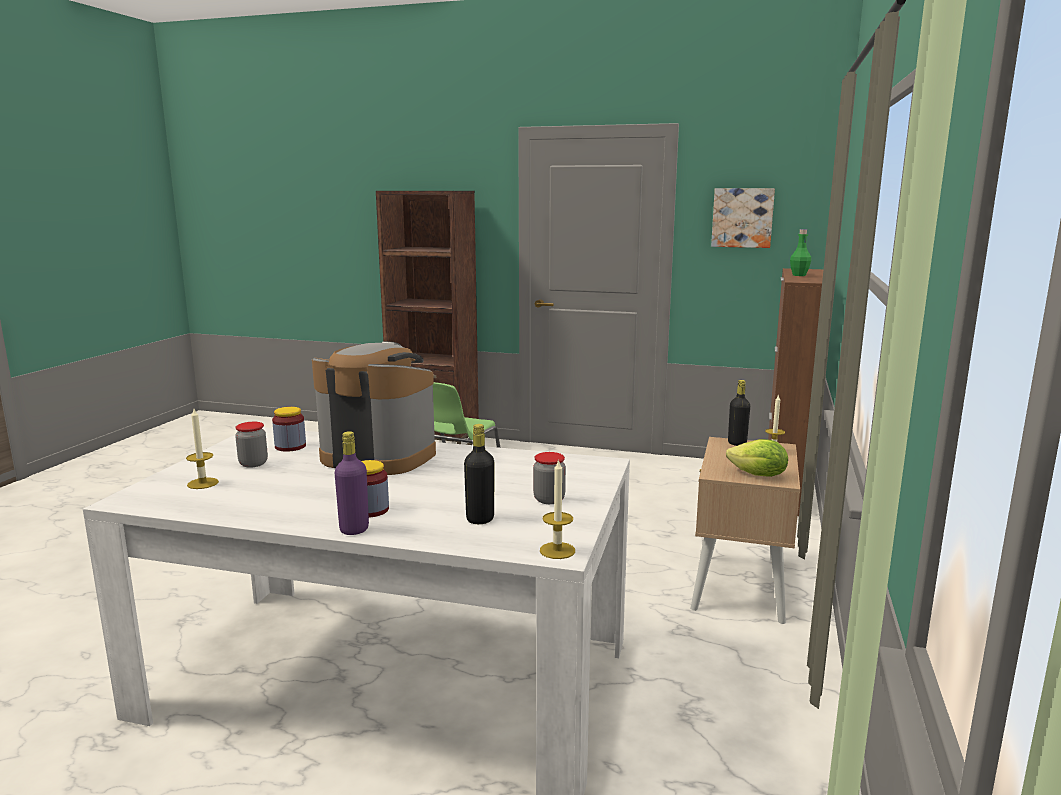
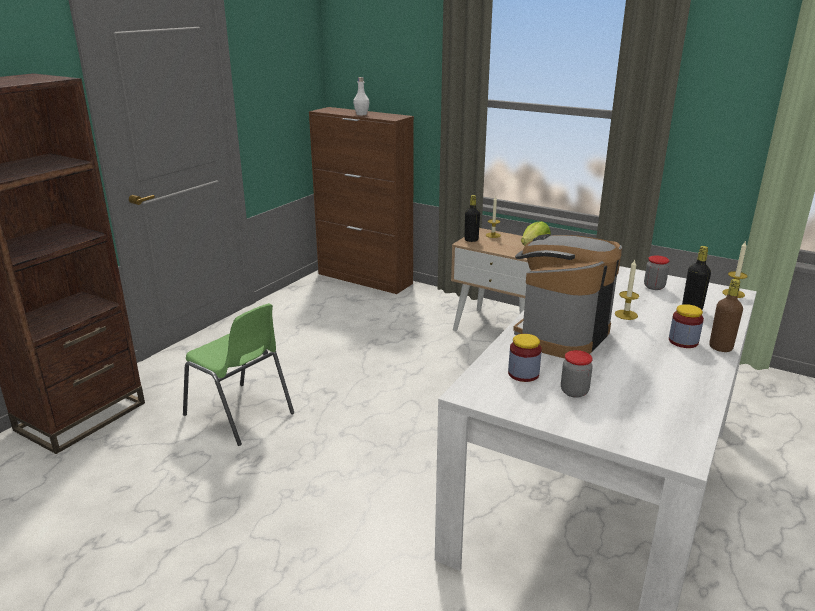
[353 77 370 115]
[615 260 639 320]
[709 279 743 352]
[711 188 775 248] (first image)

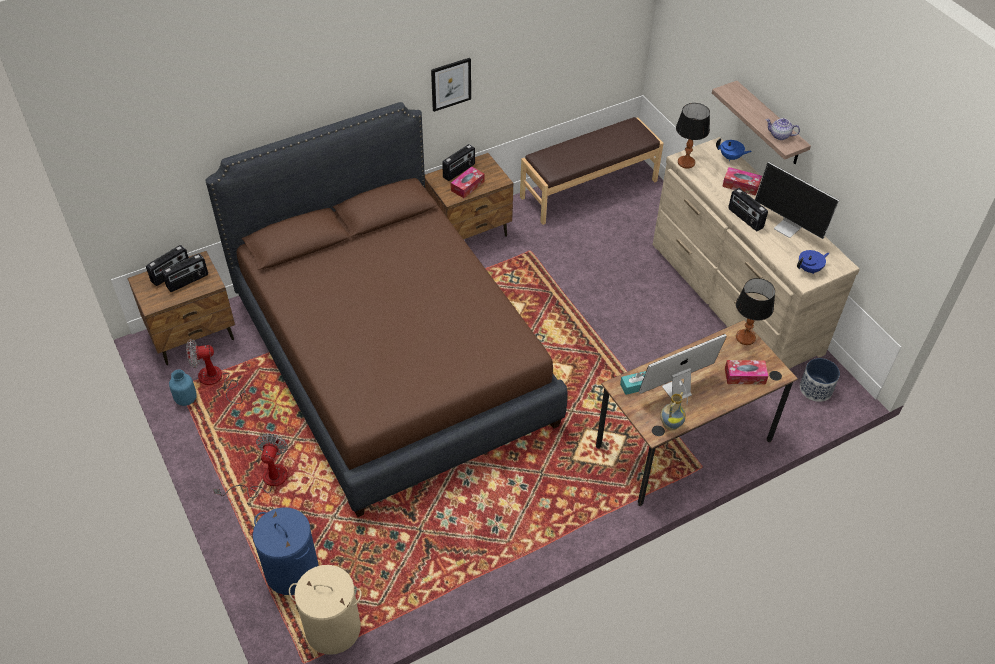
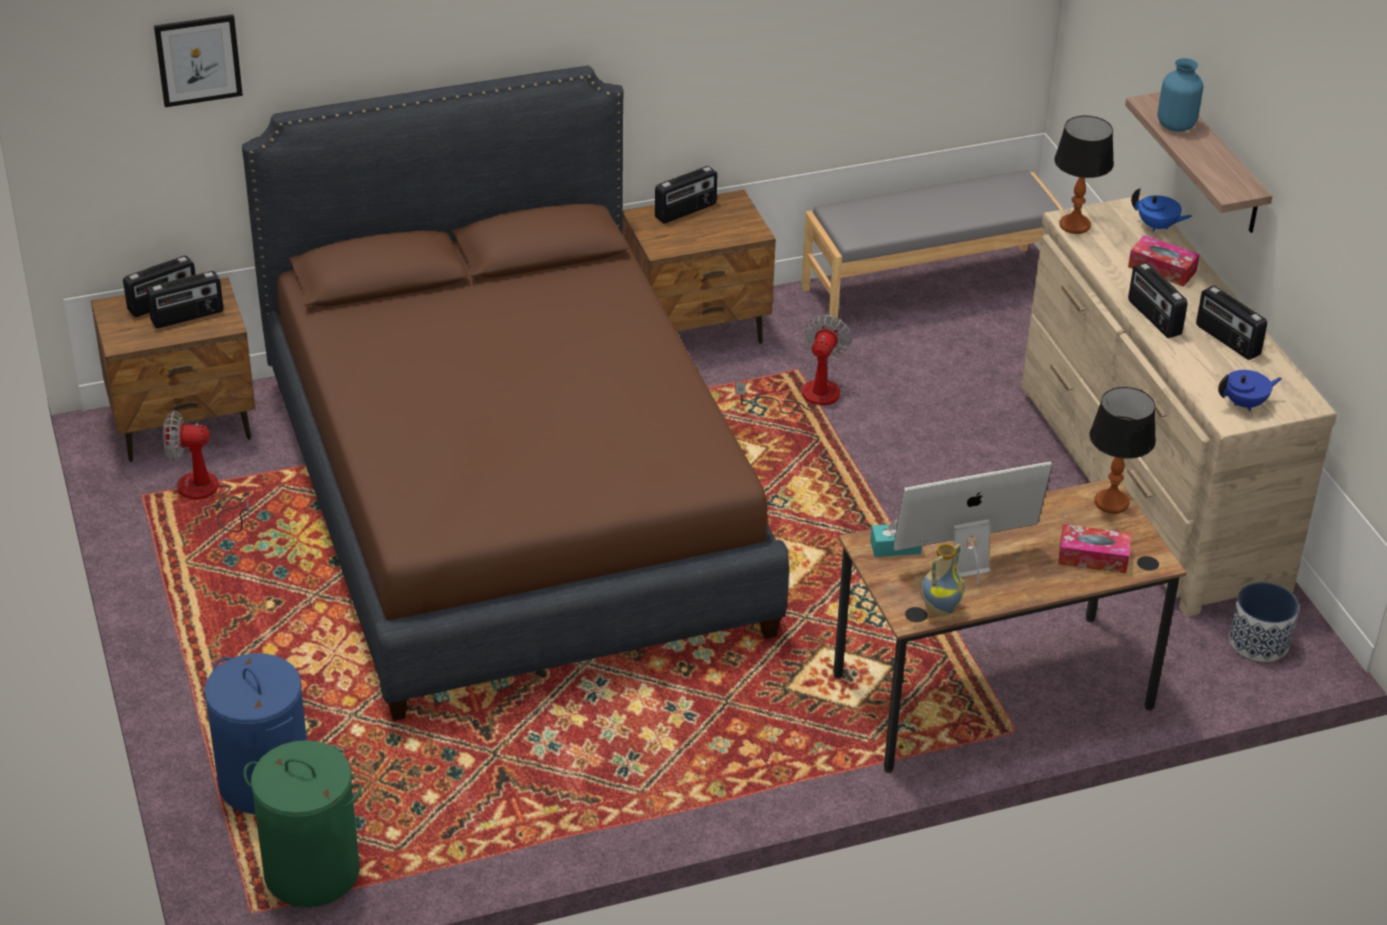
[154 14 243 107]
[244 740 362 907]
[735 315 852 414]
[801 170 1063 322]
[1158 58 1203 131]
[1196 286 1267 360]
[451 166 485 198] (first image)
[766 118 800 140] (first image)

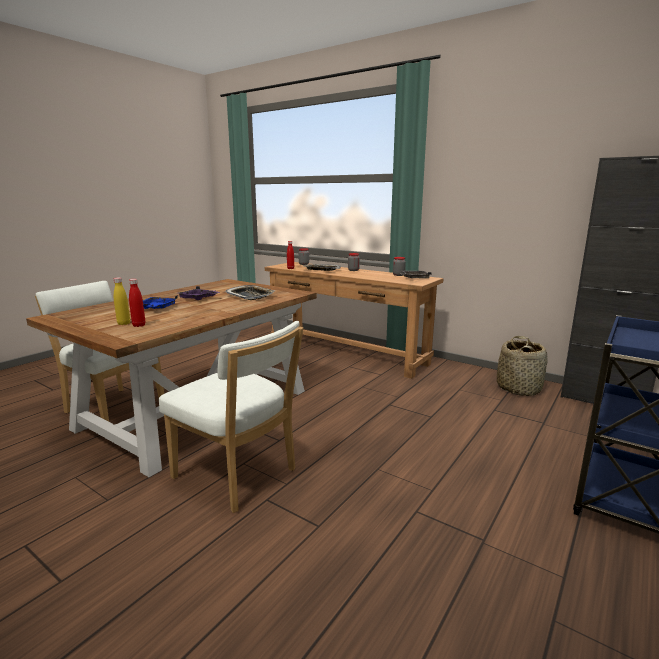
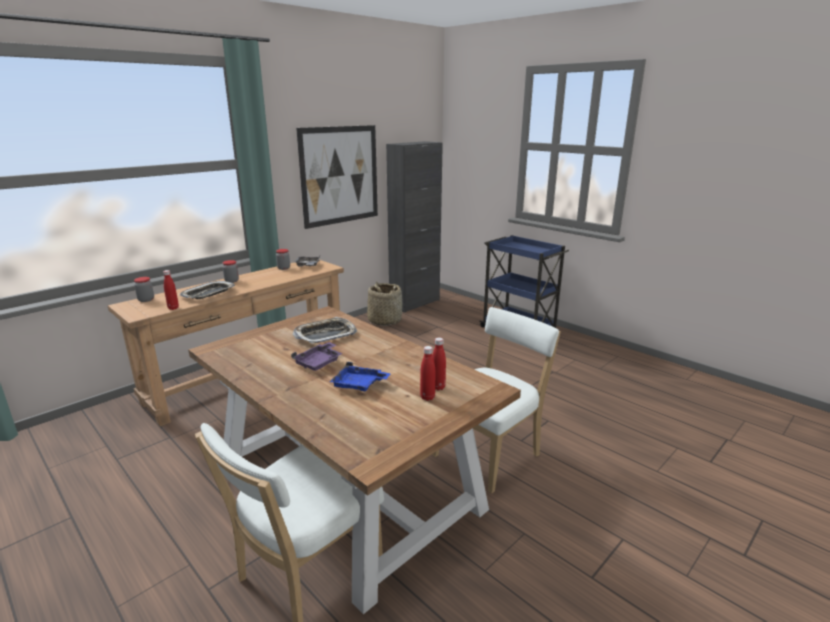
[296 125 378 229]
[420 346 435 401]

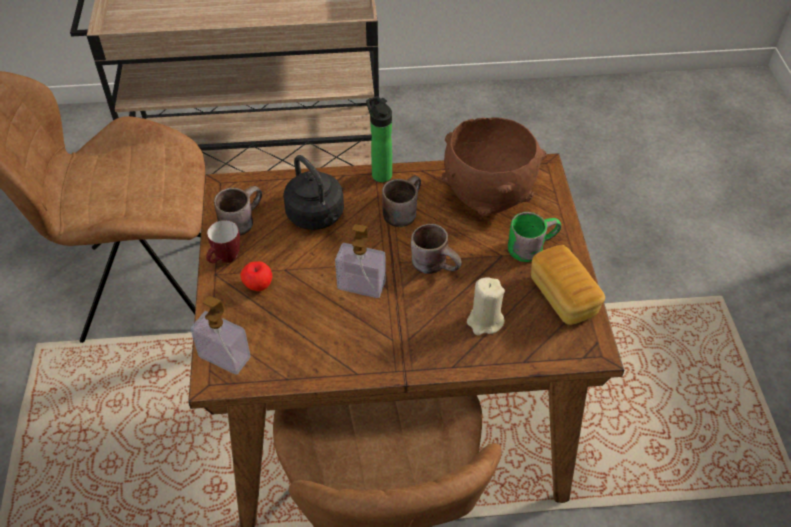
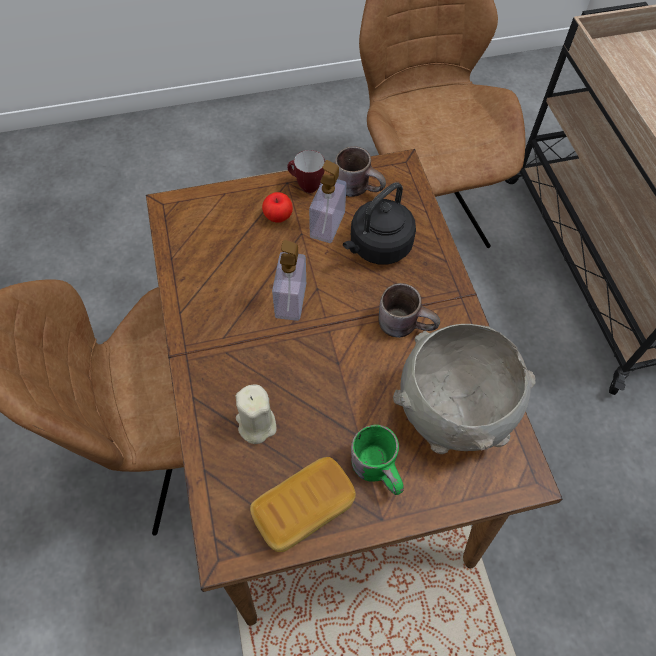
[309 160 347 243]
[393 324 536 454]
[366 96 392 182] (first image)
[411 224 462 274] (first image)

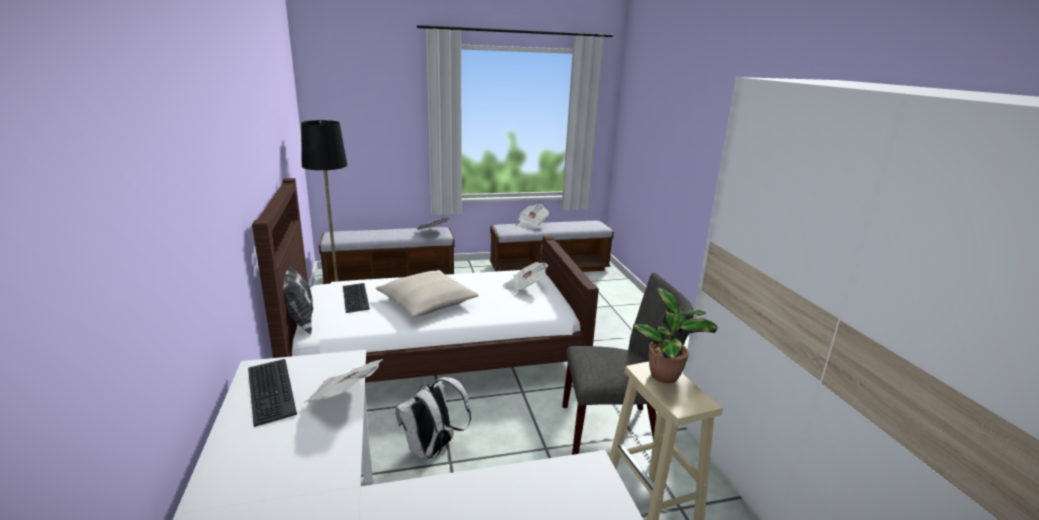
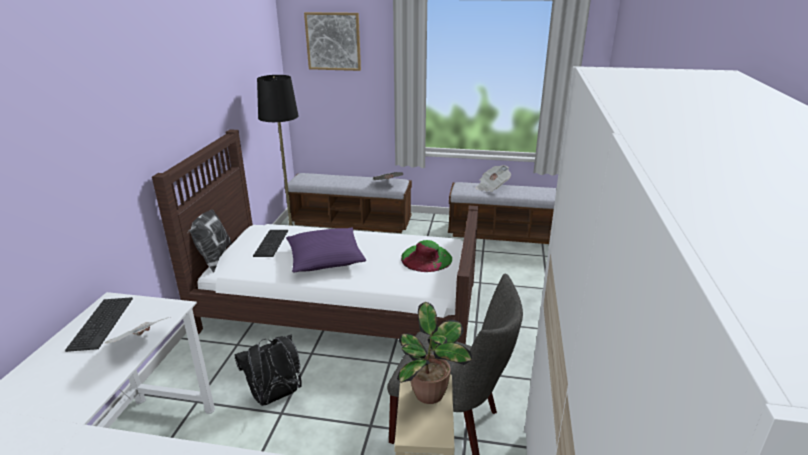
[234 335 302 406]
[286 227 366 272]
[304 12 361 71]
[401 240 452 272]

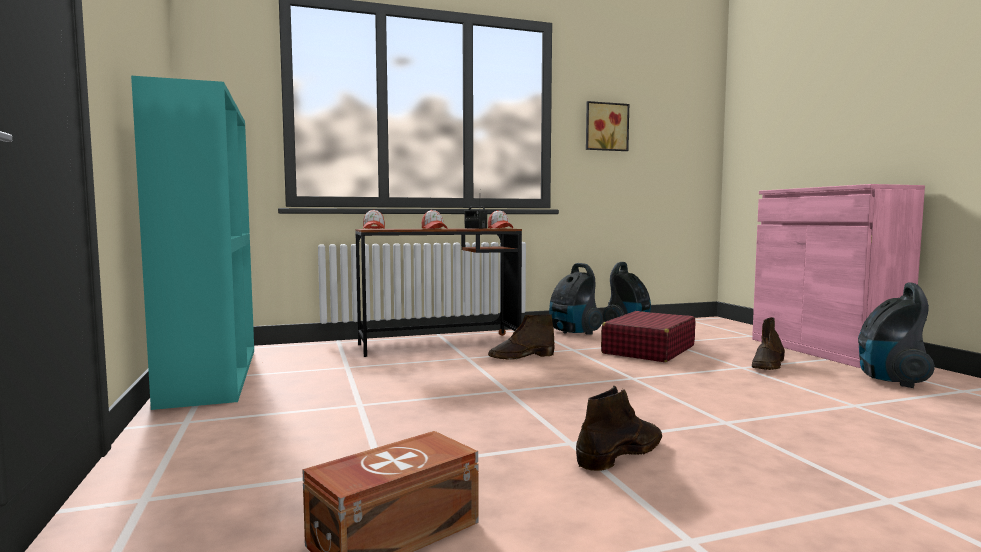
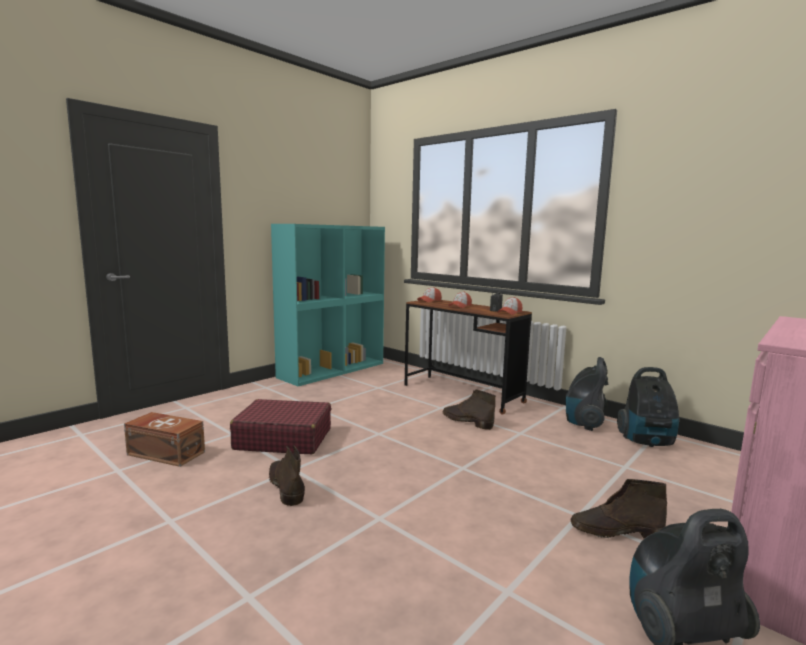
[230 399 331 454]
[268 445 305 506]
[586 101 629 151] (first image)

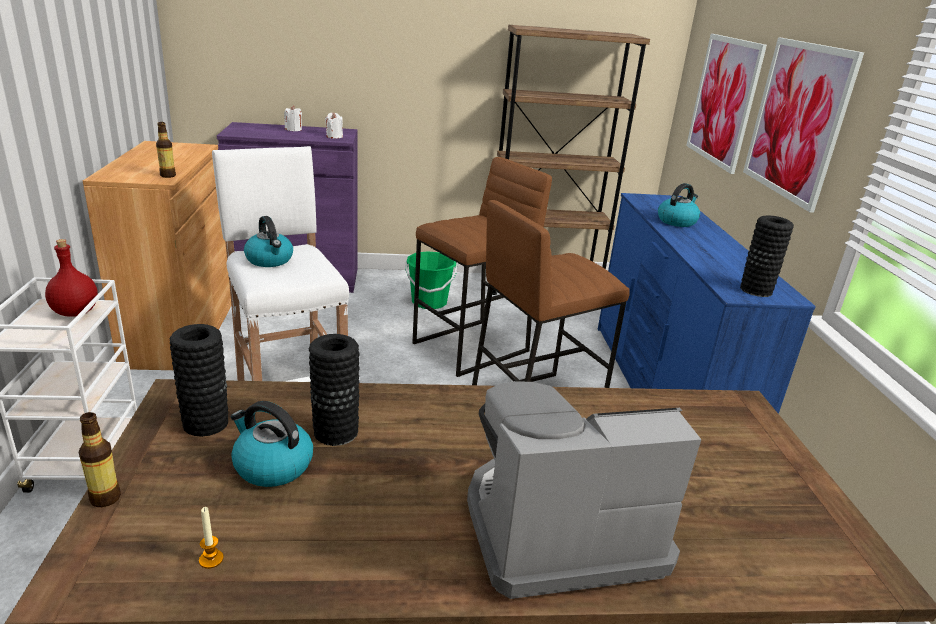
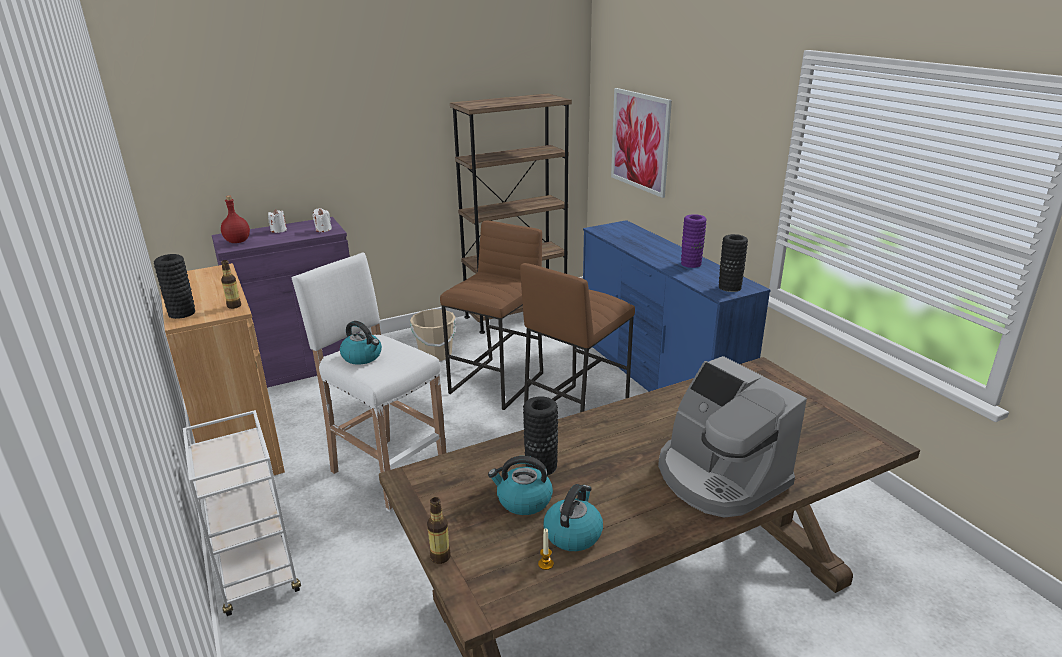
[154 254 195 319]
[221 195 250 243]
[410 309 457 361]
[543 484 603 551]
[658 356 807 517]
[681 214 707 268]
[743 37 864 213] (first image)

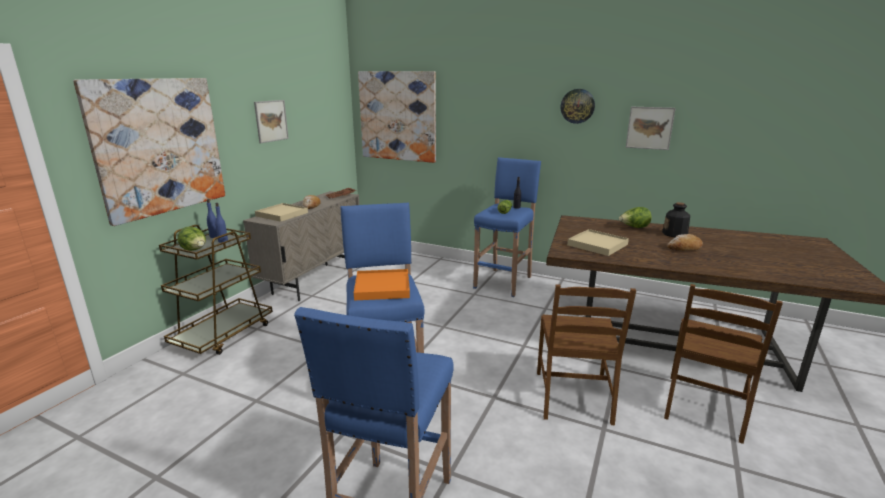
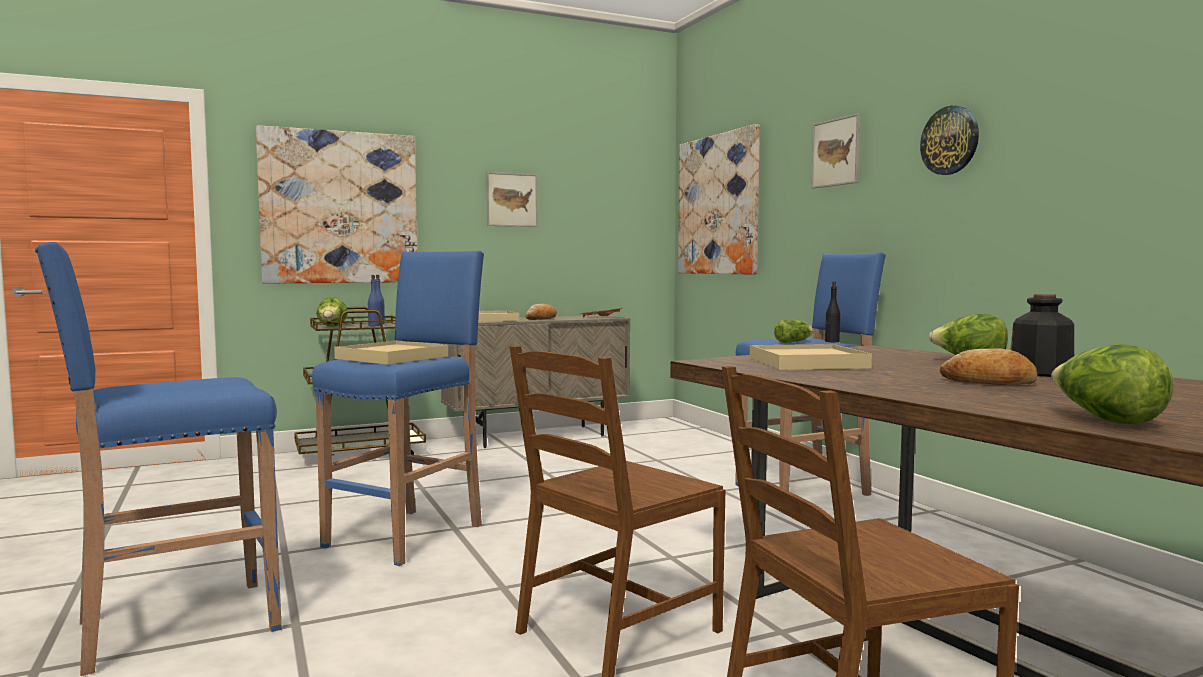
[334 341 448 365]
[811 113 860 189]
[1051 344 1173 425]

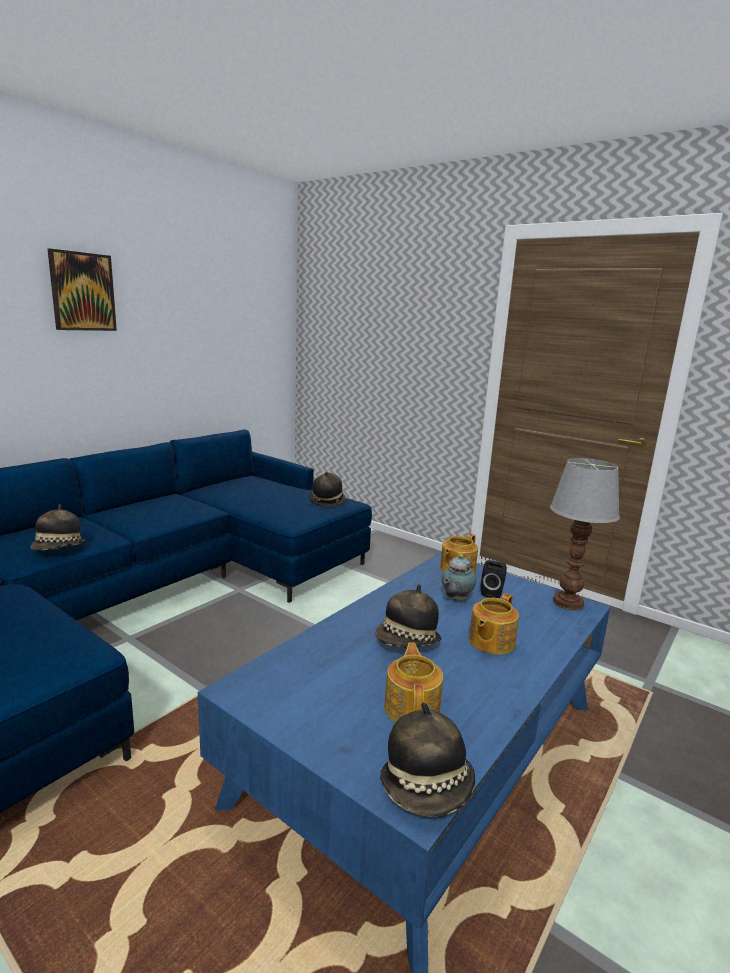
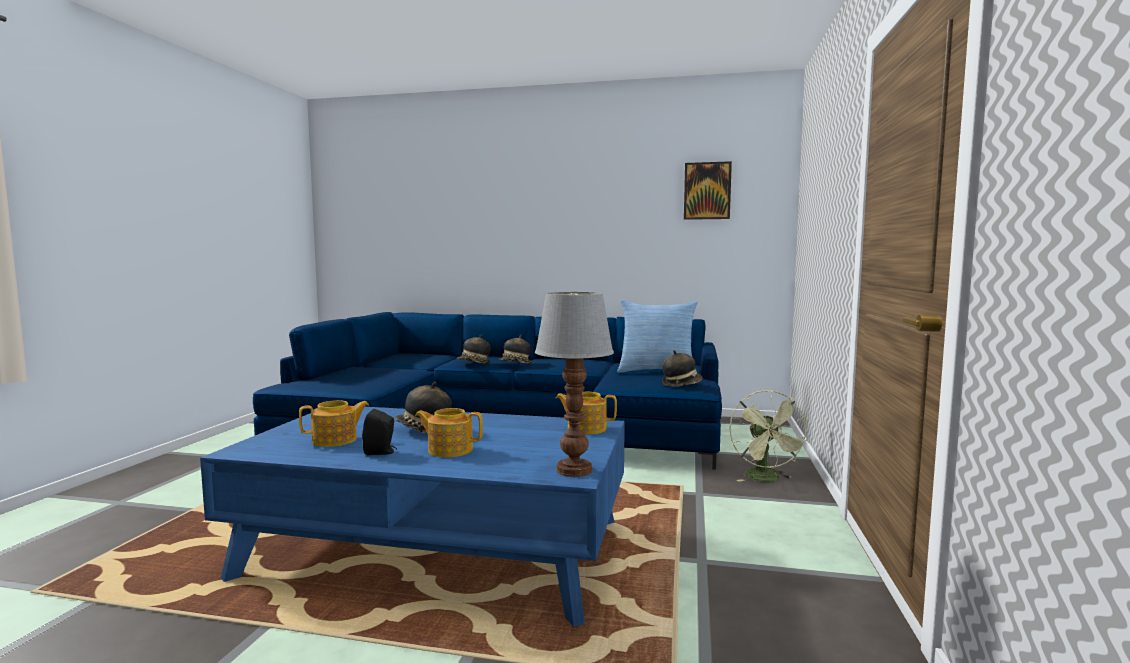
[362 409 397 455]
[499 335 532 364]
[617 300 698 373]
[684 161 732 220]
[729 390 809 482]
[441 554 476 601] (first image)

